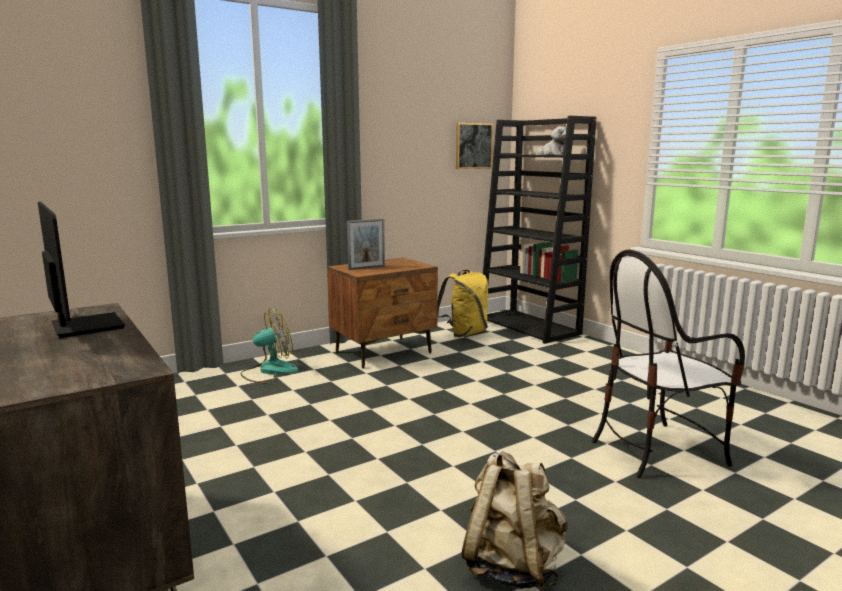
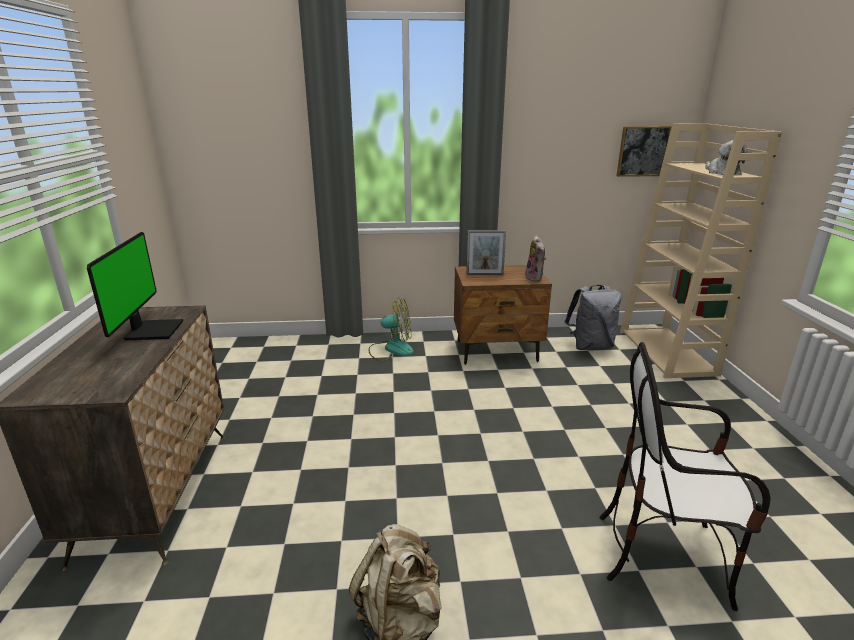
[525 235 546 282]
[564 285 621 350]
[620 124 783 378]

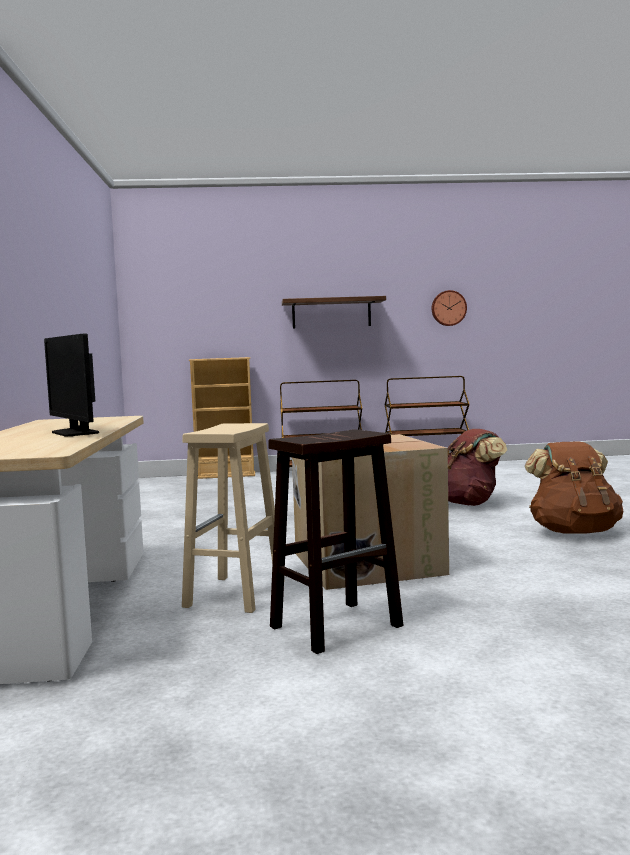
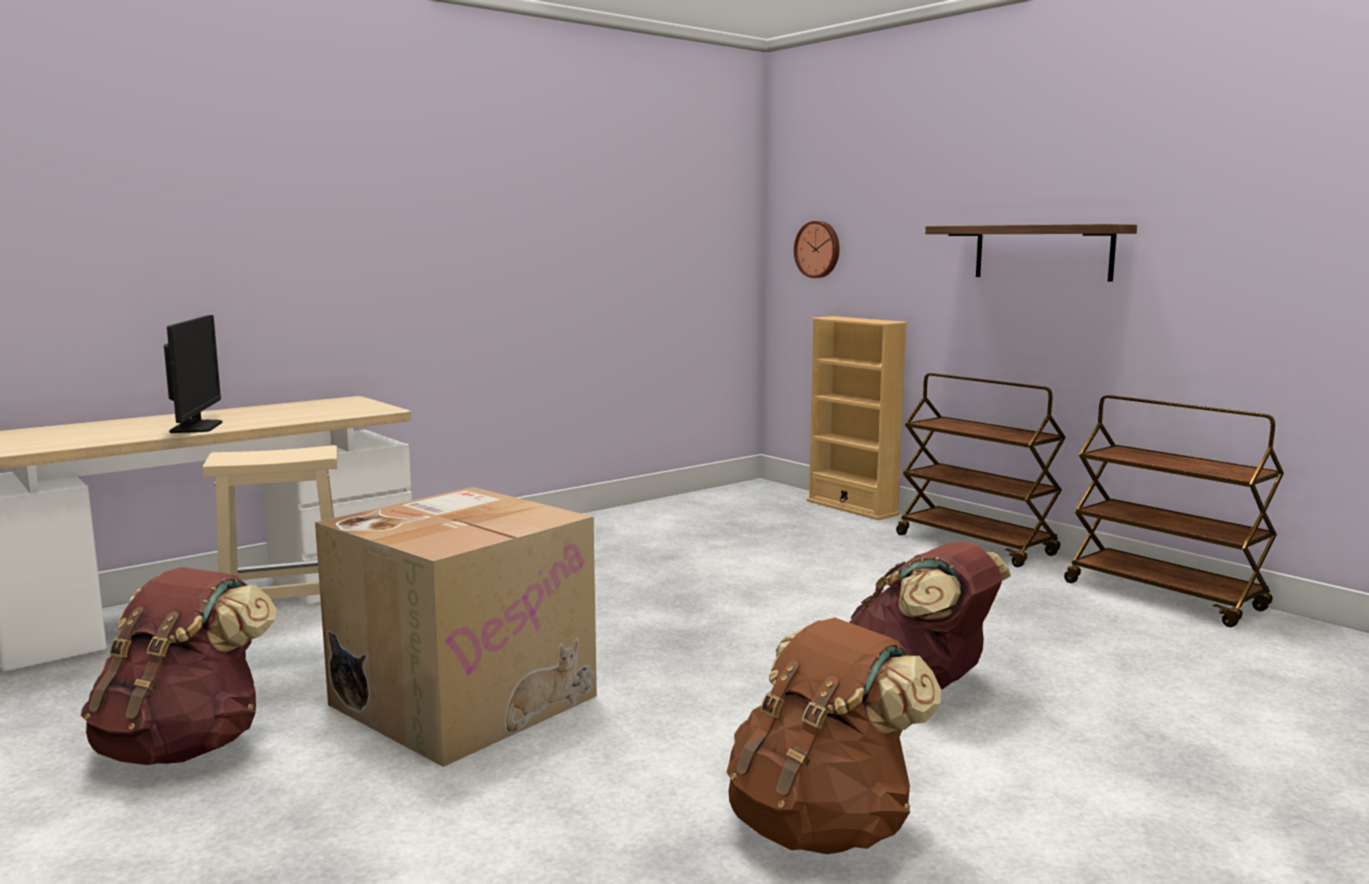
[81 567 276 765]
[164 315 222 433]
[794 221 840 278]

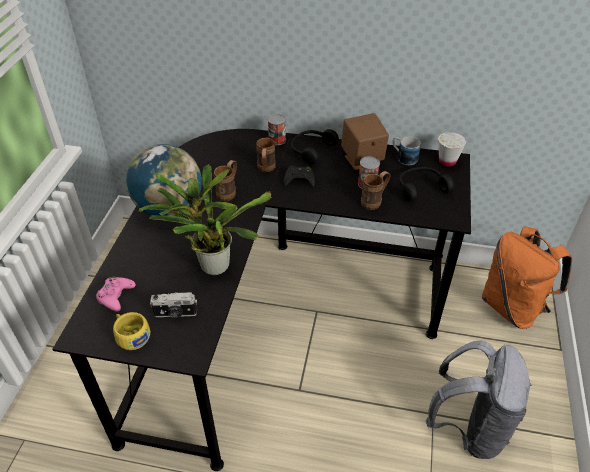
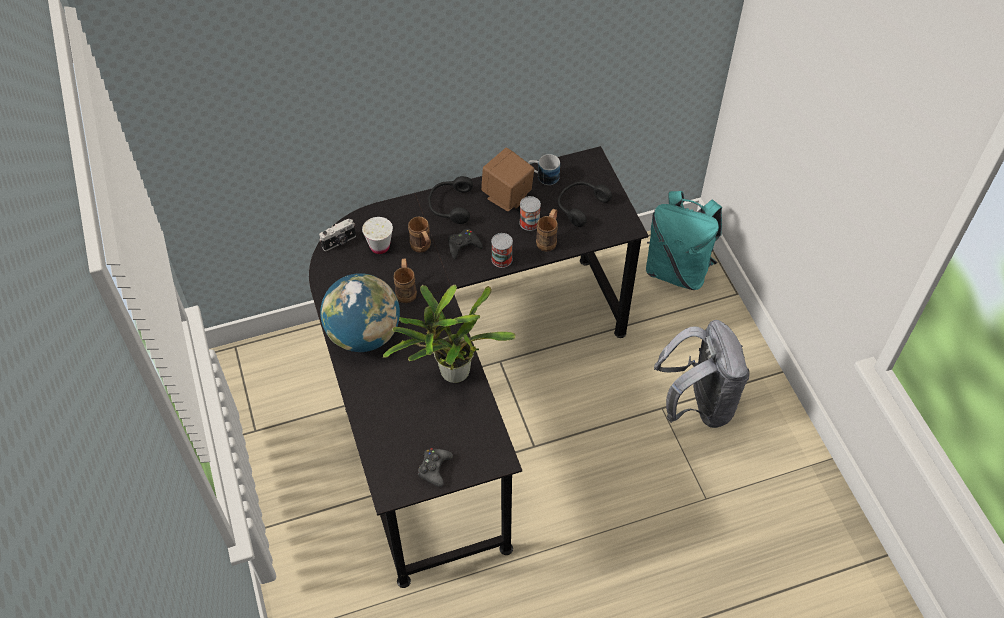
[319 219 356 251]
[362 217 393 254]
[418 448 453 487]
[491 233 513 268]
[646 191 722 290]
[96 276 136 312] (first image)

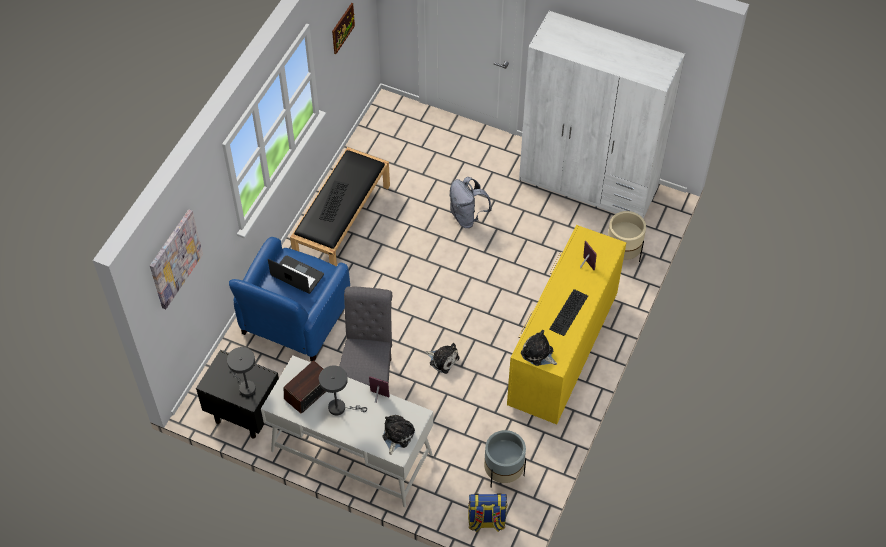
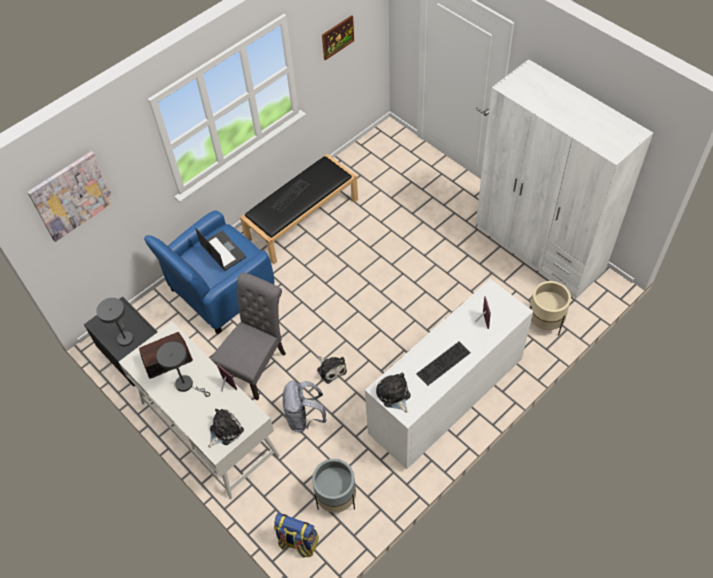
[283 380 327 432]
[365 279 533 469]

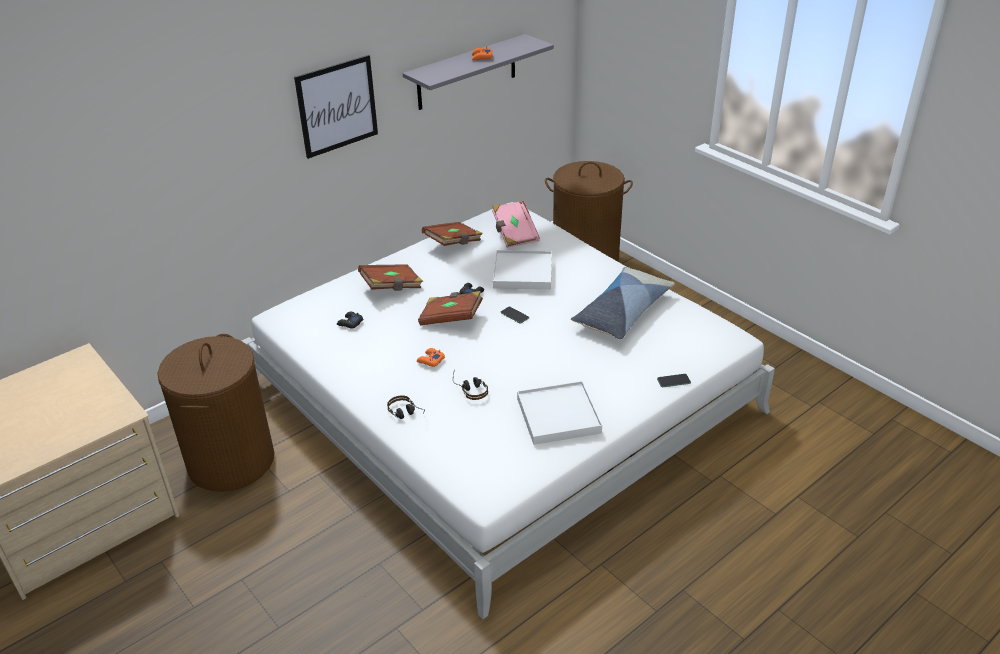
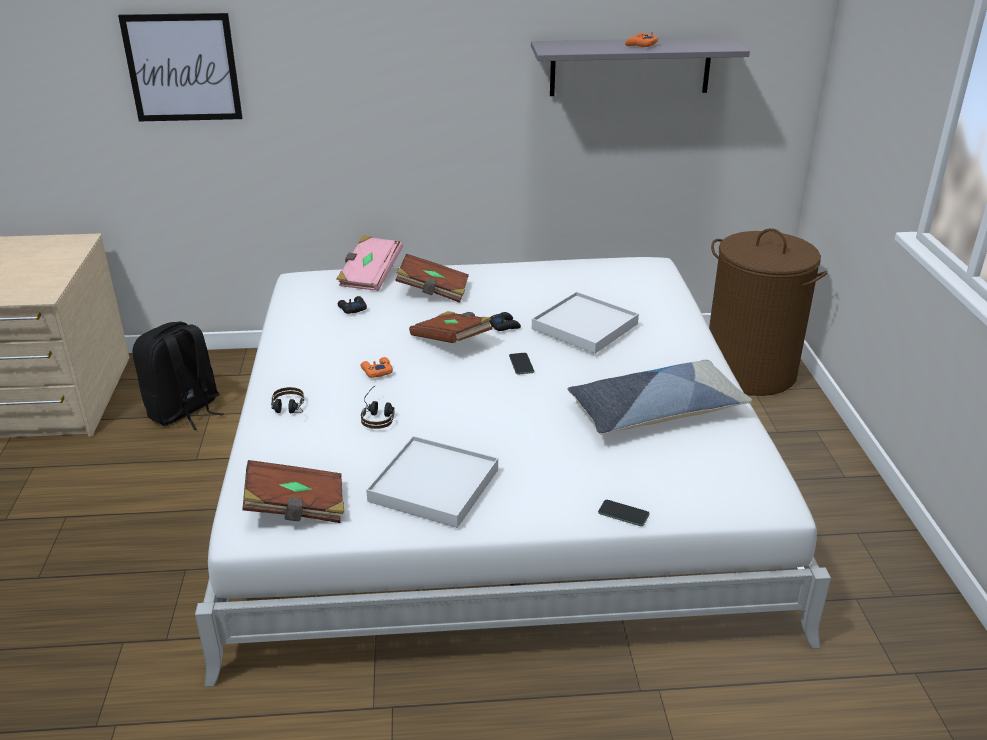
[118 13 243 121]
[133 322 223 430]
[242 460 344 523]
[337 235 403 291]

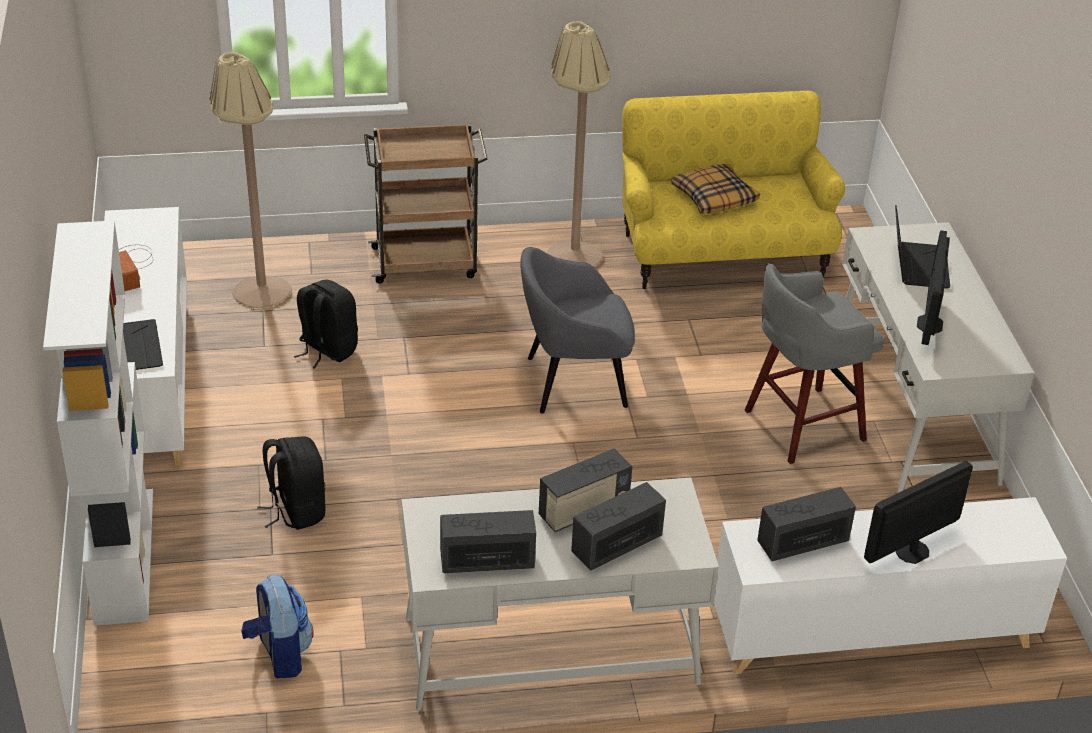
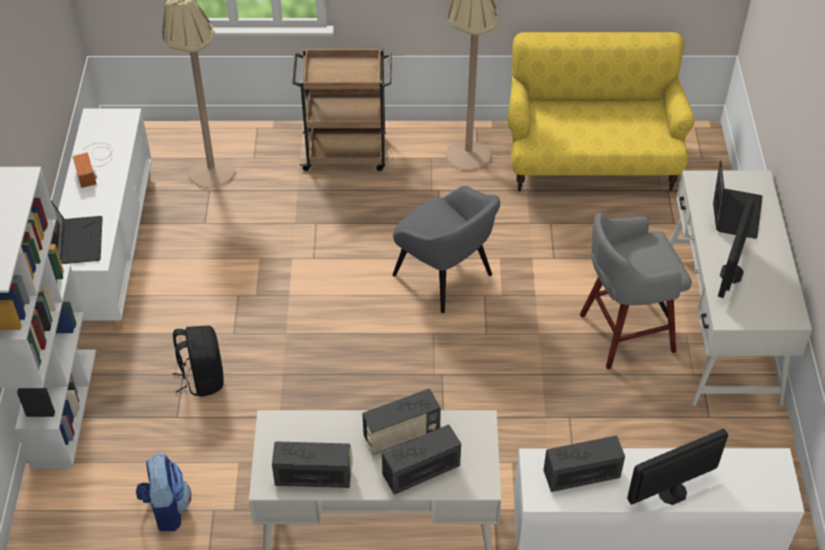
[392 186 500 313]
[294 279 358 369] (first image)
[672 164 760 214] (first image)

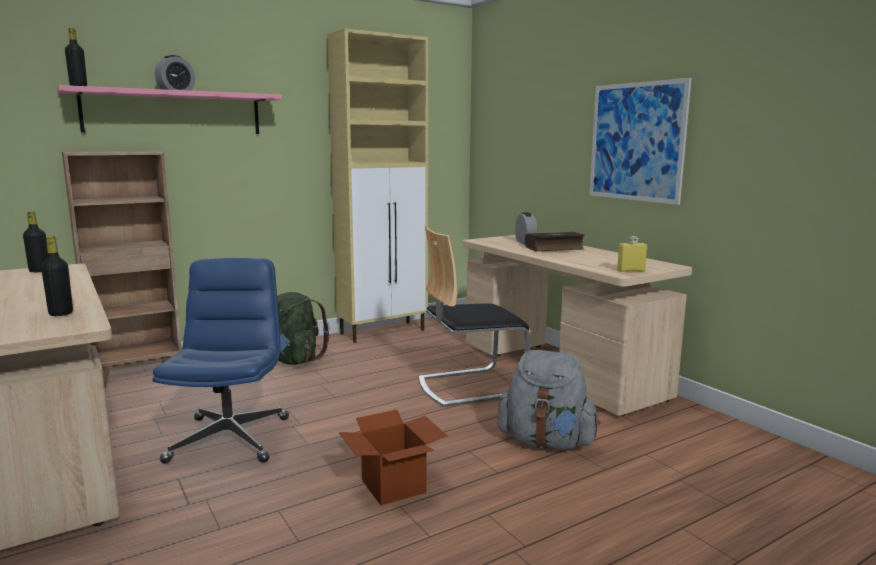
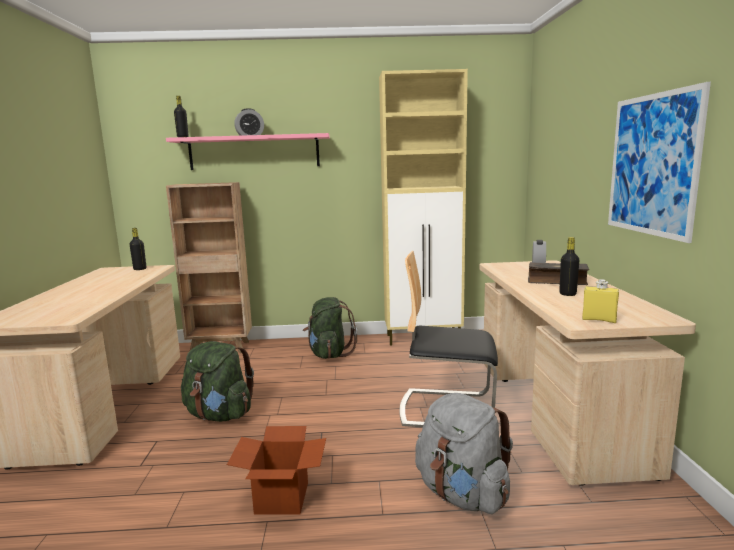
[181 341 254 422]
[559 237 579 296]

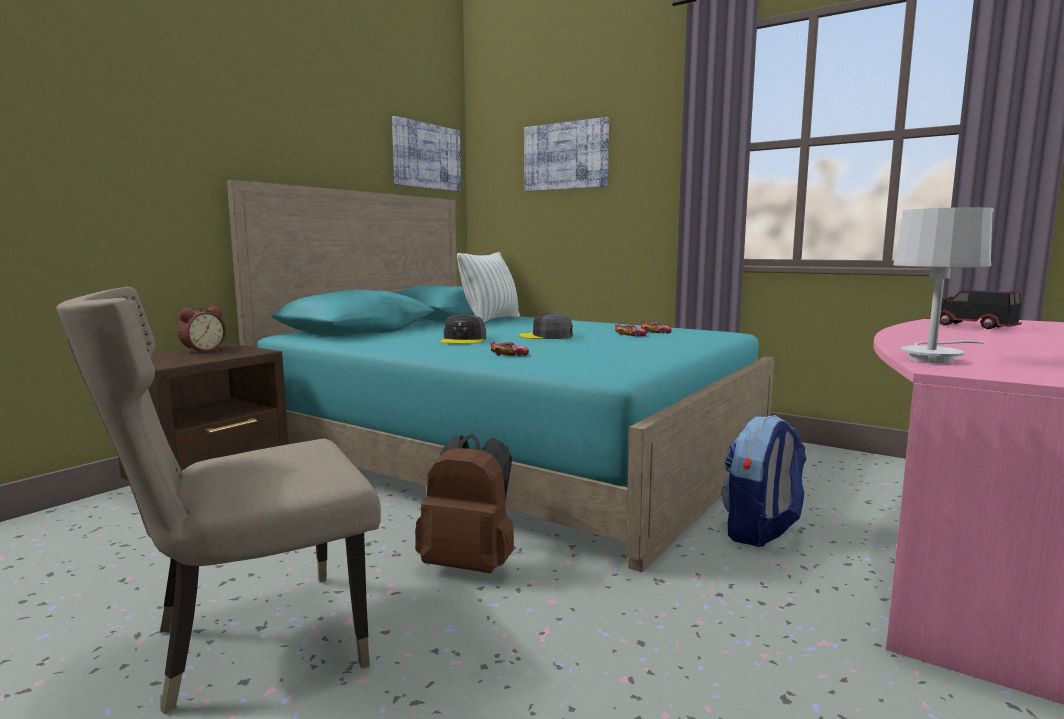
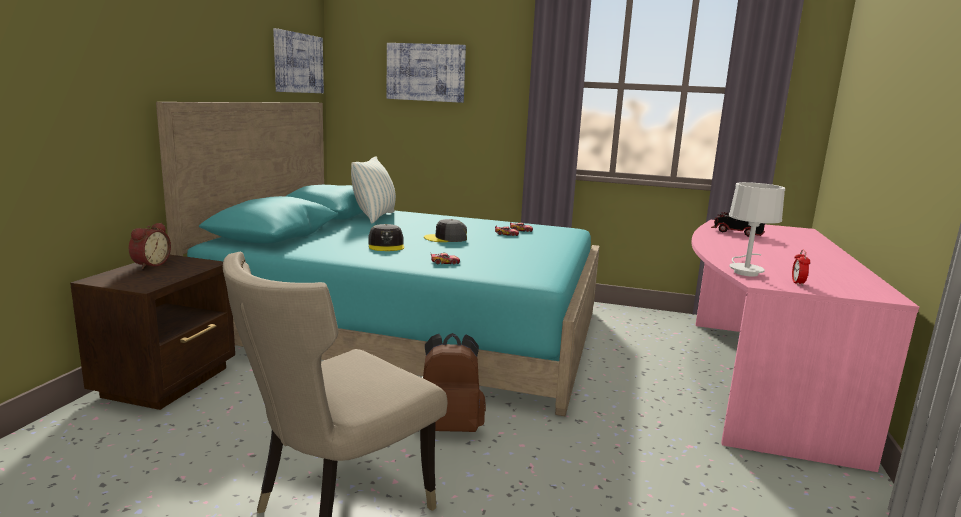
[792 250 810 286]
[721 415 807 547] (first image)

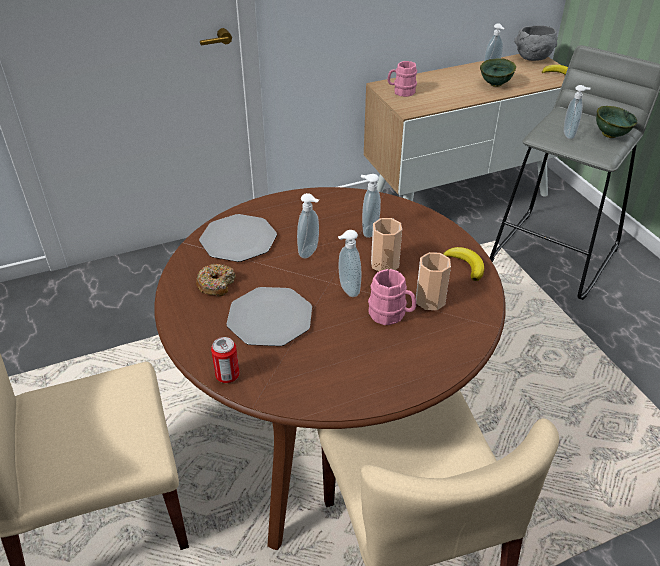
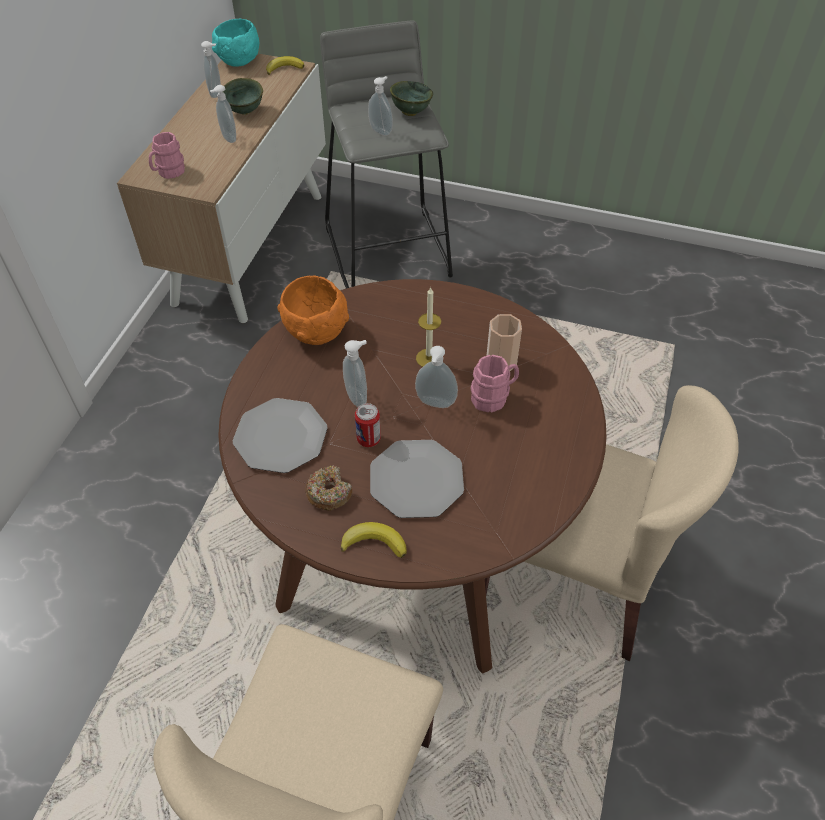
[210 85 236 143]
[212 19 259 66]
[277 275 349 345]
[341 522 407 558]
[355 403 381 447]
[416 287 441 367]

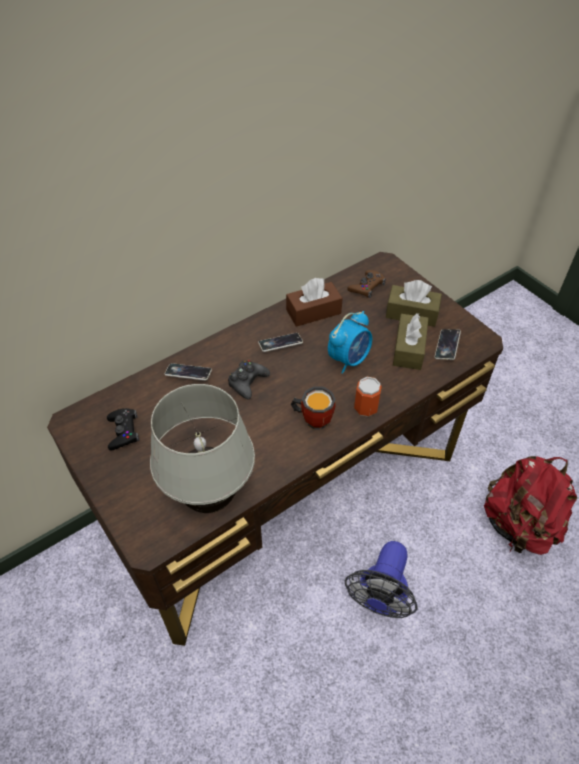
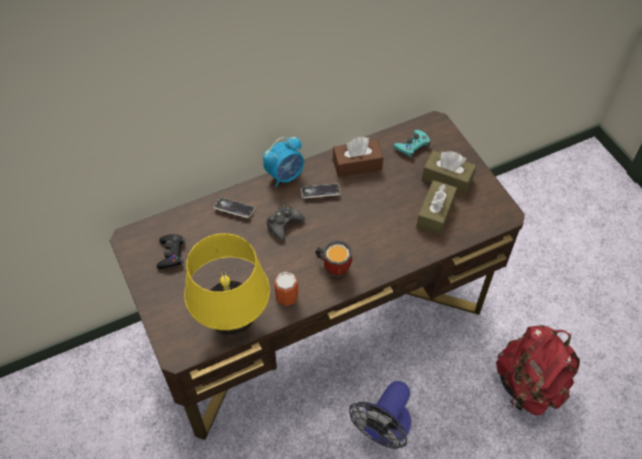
[184 233 270 336]
[263 136 304 188]
[274 272 298 306]
[394 130 431 158]
[435 329 461 360] (first image)

